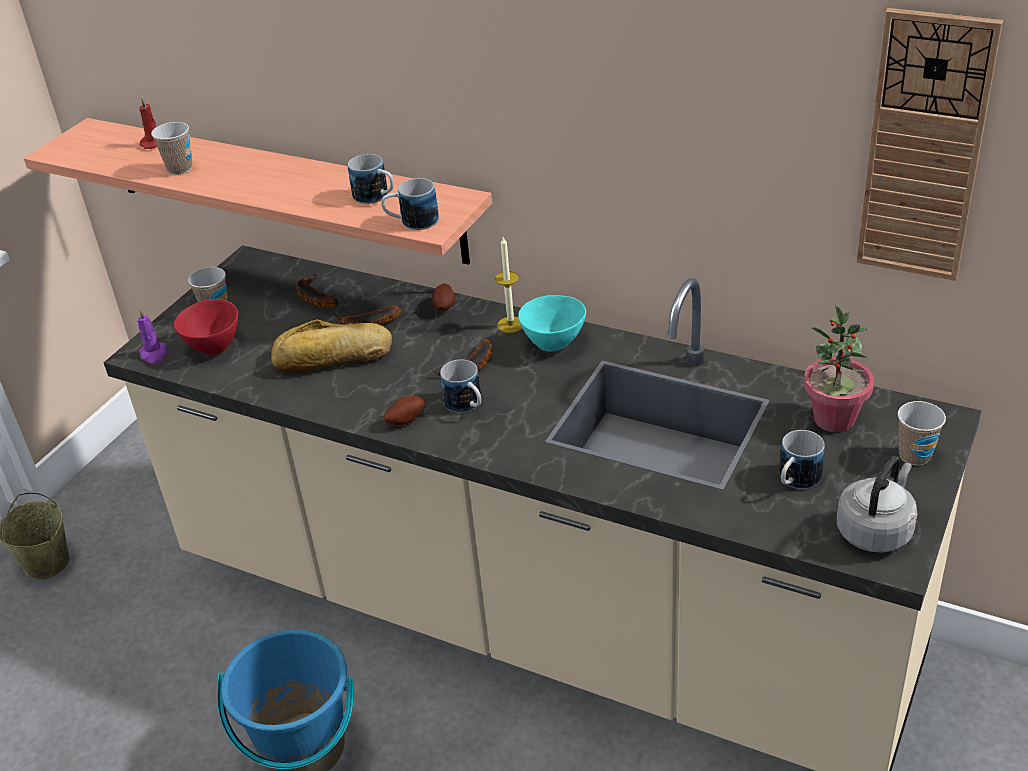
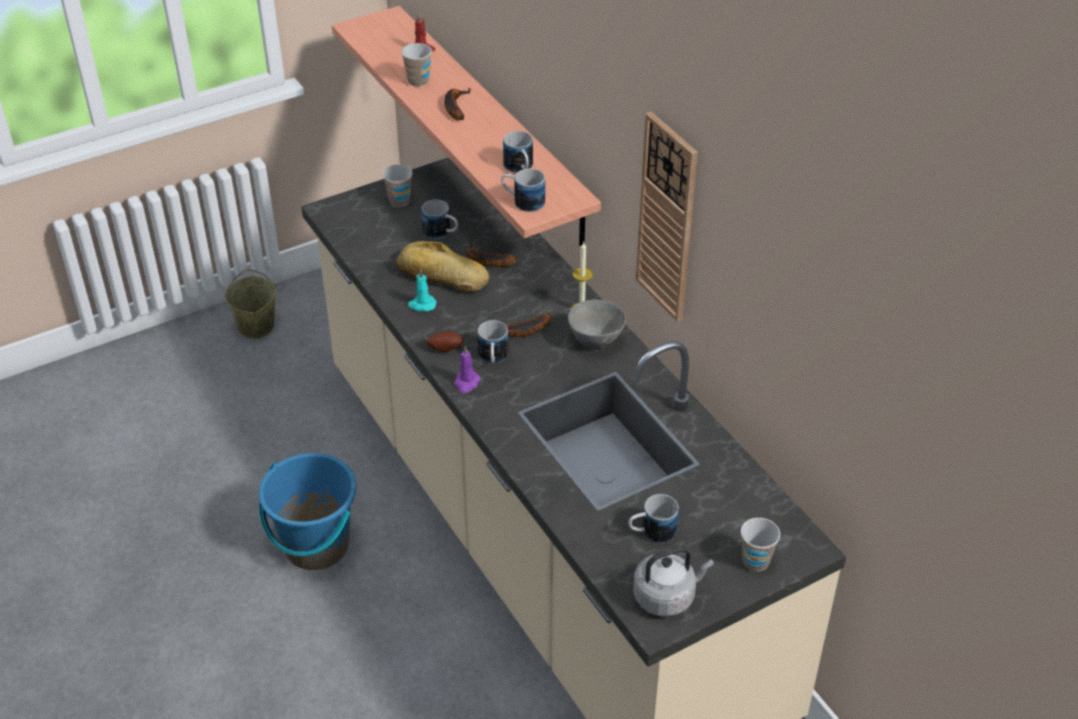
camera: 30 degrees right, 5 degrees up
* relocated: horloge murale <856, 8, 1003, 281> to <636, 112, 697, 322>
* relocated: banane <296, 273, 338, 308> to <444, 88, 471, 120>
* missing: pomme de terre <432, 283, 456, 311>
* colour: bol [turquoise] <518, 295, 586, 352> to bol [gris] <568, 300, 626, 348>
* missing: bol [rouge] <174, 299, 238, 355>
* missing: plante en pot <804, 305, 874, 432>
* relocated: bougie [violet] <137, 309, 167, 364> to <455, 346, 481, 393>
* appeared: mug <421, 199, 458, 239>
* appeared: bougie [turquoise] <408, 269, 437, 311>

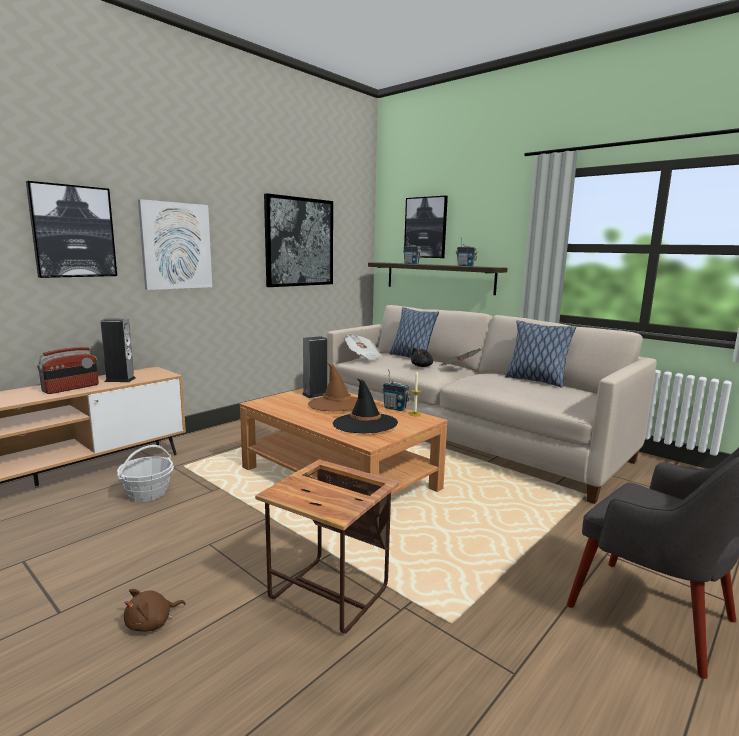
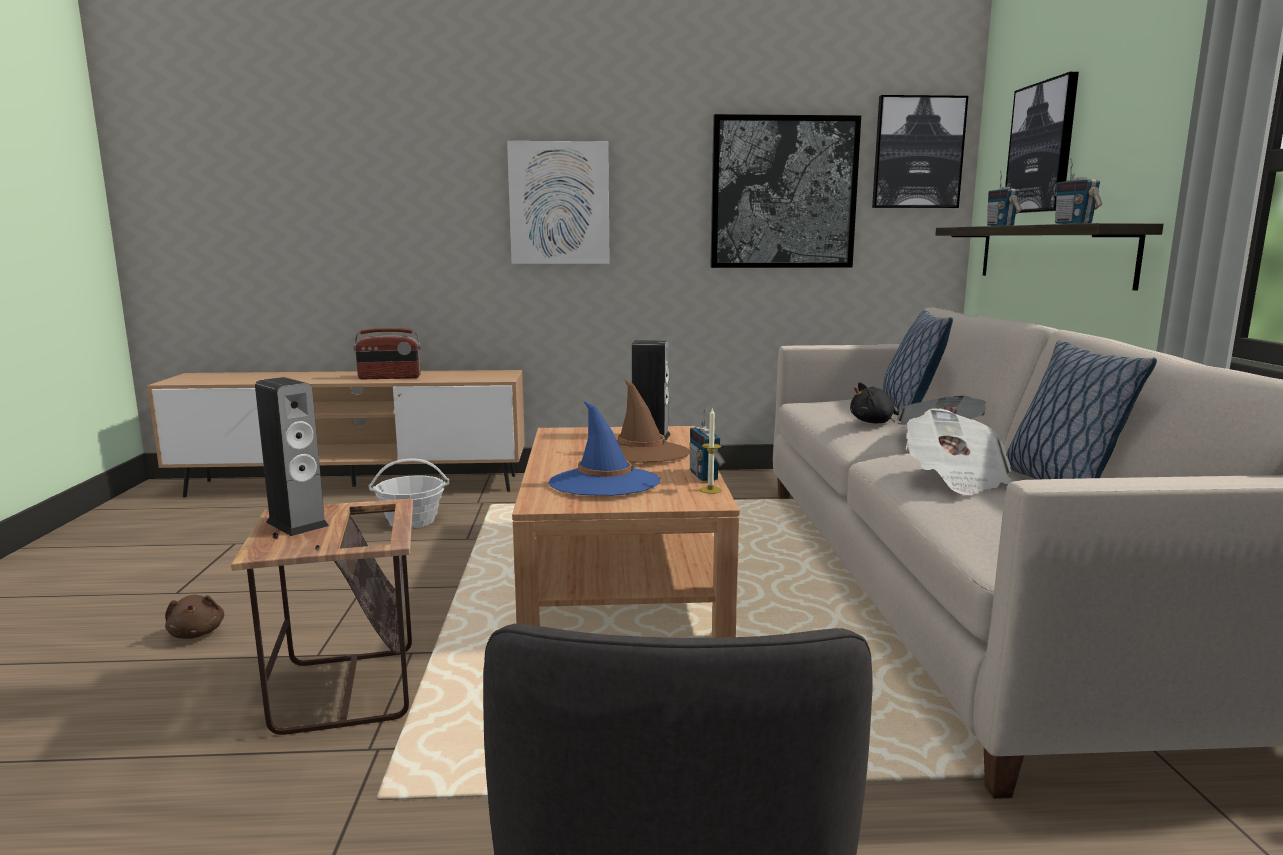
camera: 45 degrees right, 0 degrees up
* relocated: tableau <26, 181, 117, 278> to <872, 95, 968, 208>
* relocated: enceinte <101, 318, 136, 382> to <255, 377, 329, 536>
* relocated: journal <345, 334, 382, 361> to <906, 408, 1013, 495>
* colour: chapeau [noir] <333, 379, 398, 434> to chapeau [bleu] <549, 401, 660, 496>
* spun: peluche [marron] <124, 589, 186, 632> = <165, 595, 224, 639> 120 degrees counterclockwise

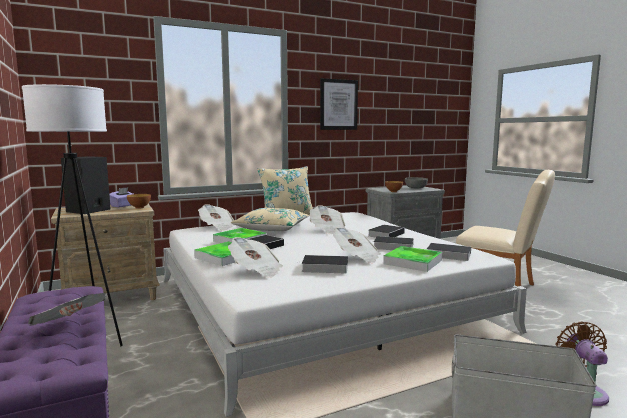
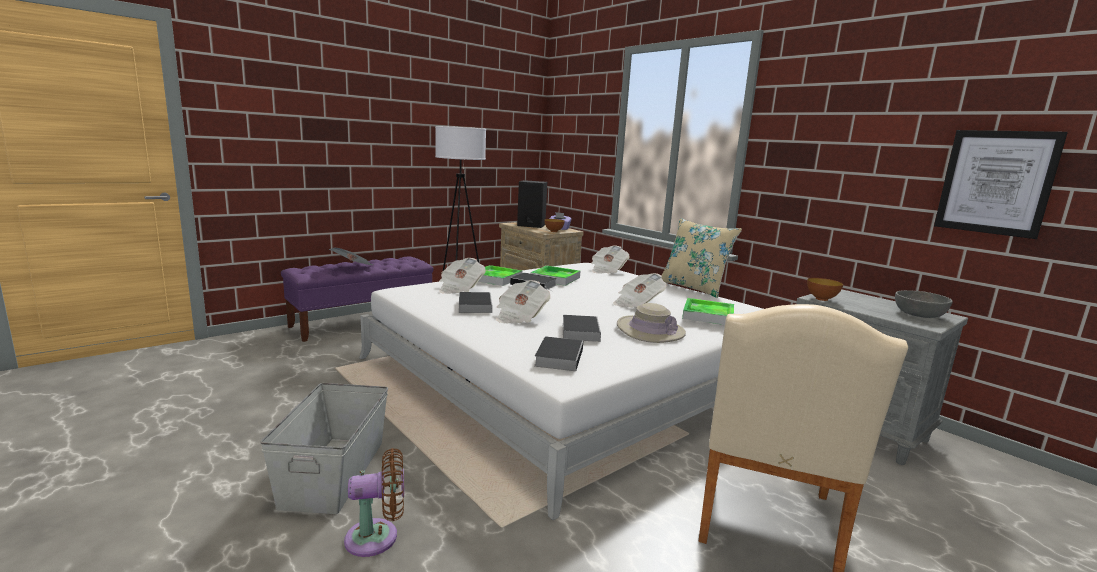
camera: 75 degrees right, 5 degrees up
* relocated: tableau <320, 78, 358, 130> to <934, 130, 1068, 239>
* missing: coussin [beige] <231, 208, 309, 231>
* exchanged: livre <369, 225, 405, 238> to chapeau [beige] <617, 303, 686, 343>
* relocated: plateau <383, 246, 442, 272> to <682, 298, 734, 325>

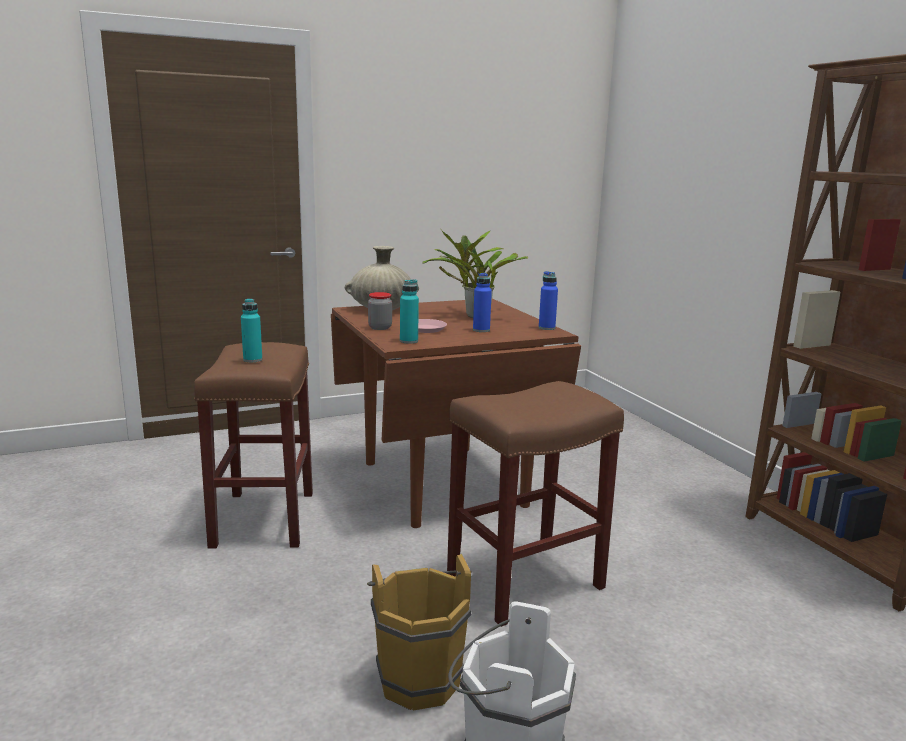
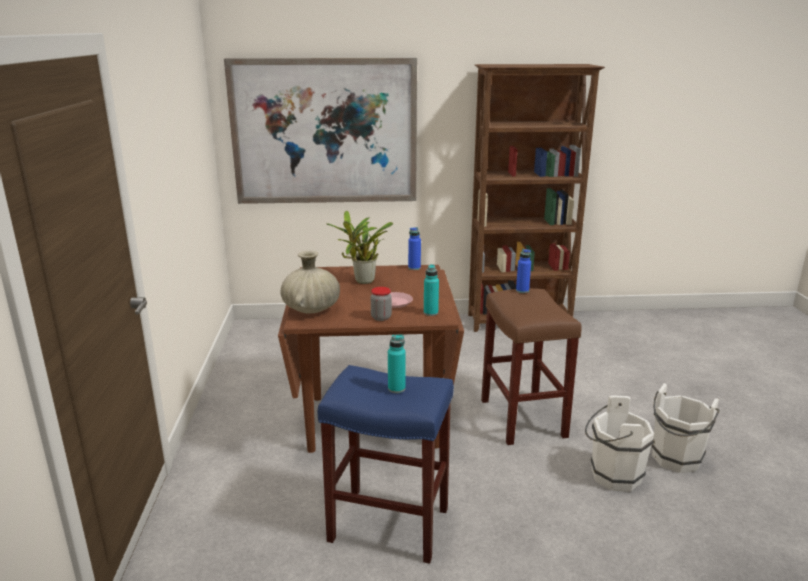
camera: 70 degrees left, 5 degrees up
* relocated: bouteille [bleu] <473, 273, 492, 332> to <516, 249, 531, 293>
* colour: tabouret [marron] <194, 342, 313, 549> to tabouret [bleu] <318, 365, 454, 564>
* colour: seau [marron] <367, 554, 472, 711> to seau [blanc] <585, 395, 655, 492>
* appeared: tableau <224, 58, 417, 204>

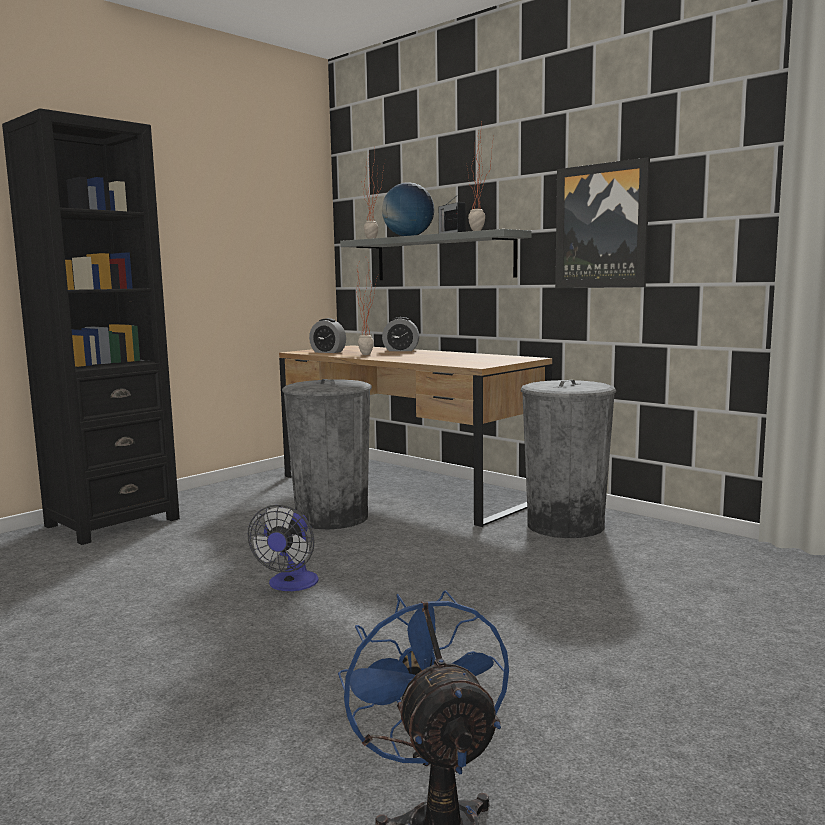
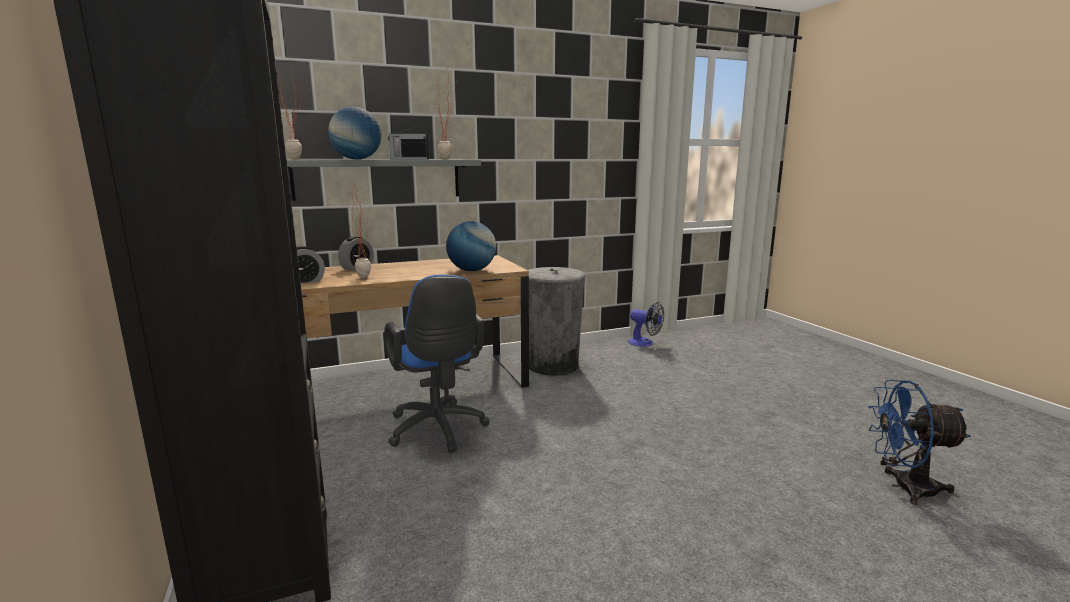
camera: 65 degrees left, 5 degrees up
* missing: tableau <555, 157, 650, 288>
* exchanged: poubelle [gris] <282, 379, 372, 530> to chaise de bureau [bleu] <384, 274, 489, 452>
* relocated: ventilateur <248, 505, 319, 591> to <628, 302, 664, 347>
* appeared: globe <446, 221, 496, 271>

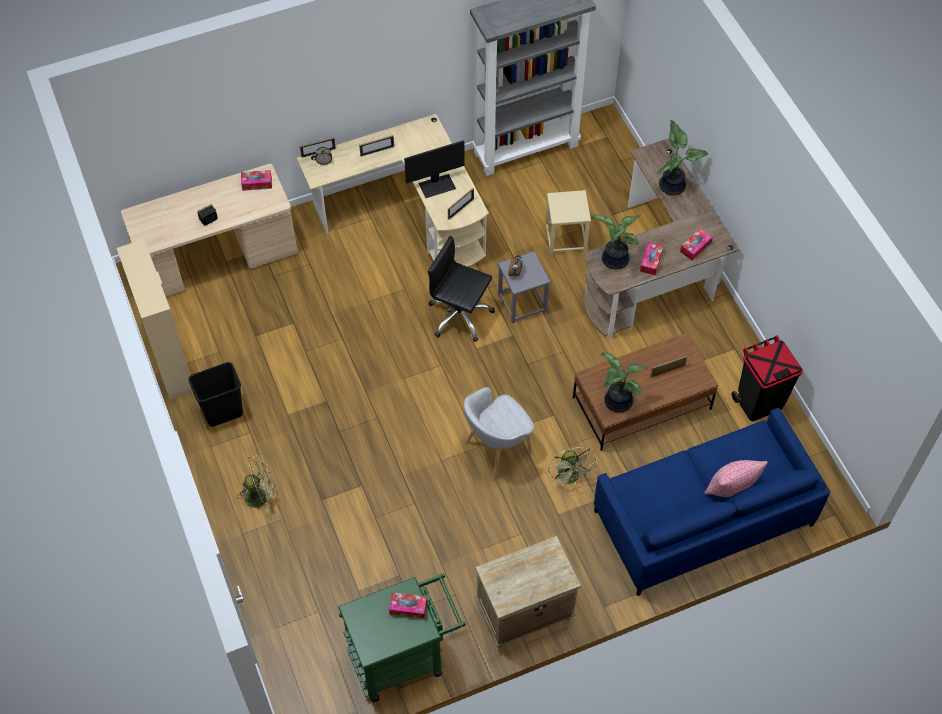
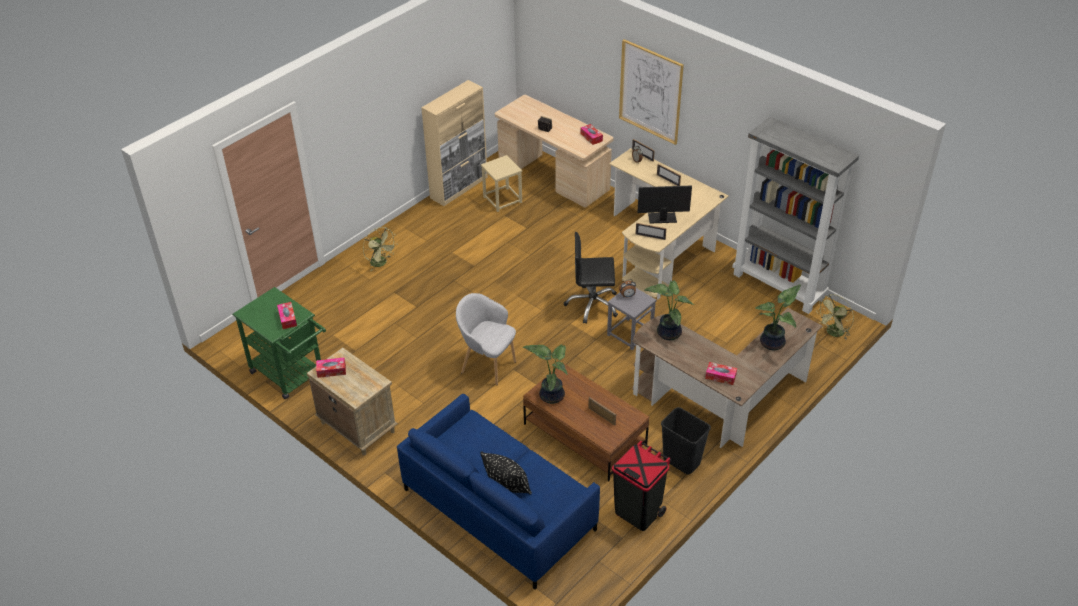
camera: 65 degrees right, 15 degrees down
* spun: écran d'ordinateur <404, 140, 465, 198> = <638, 185, 692, 224> 135 degrees clockwise
* relocated: tabouret [beige] <545, 190, 591, 254> to <481, 155, 522, 212>
* spun: chaise de bureau [noir] <428, 236, 495, 342> = <564, 232, 618, 324> 90 degrees counterclockwise
* relocated: boîte à mouchoirs <640, 242, 663, 275> to <316, 358, 346, 378>
* relocated: poubelle [noir] <189, 362, 243, 427> to <661, 407, 711, 474>
* relocated: ventilateur [vert] <548, 447, 597, 487> to <816, 294, 854, 340>
* colour: coussin [rose] <704, 460, 768, 497> to coussin [noir] <480, 451, 532, 495>
* appeared: tableau <619, 39, 684, 145>

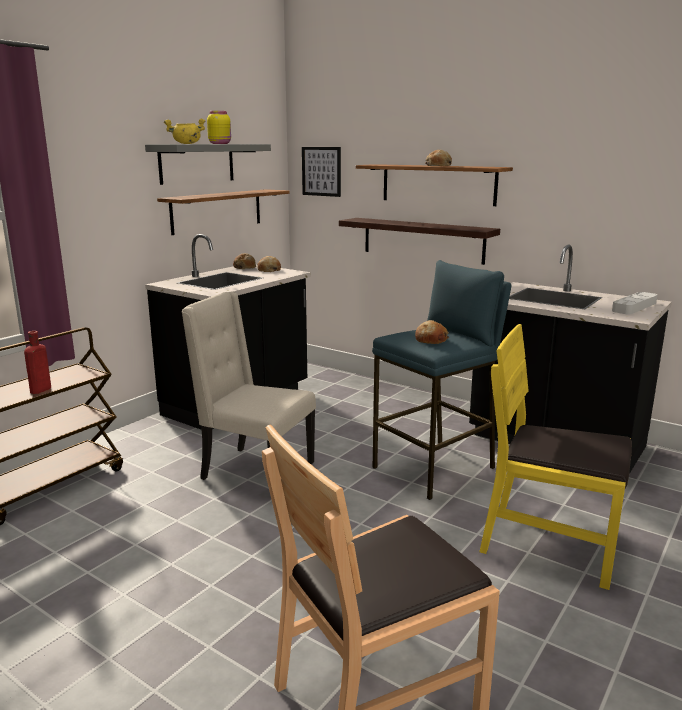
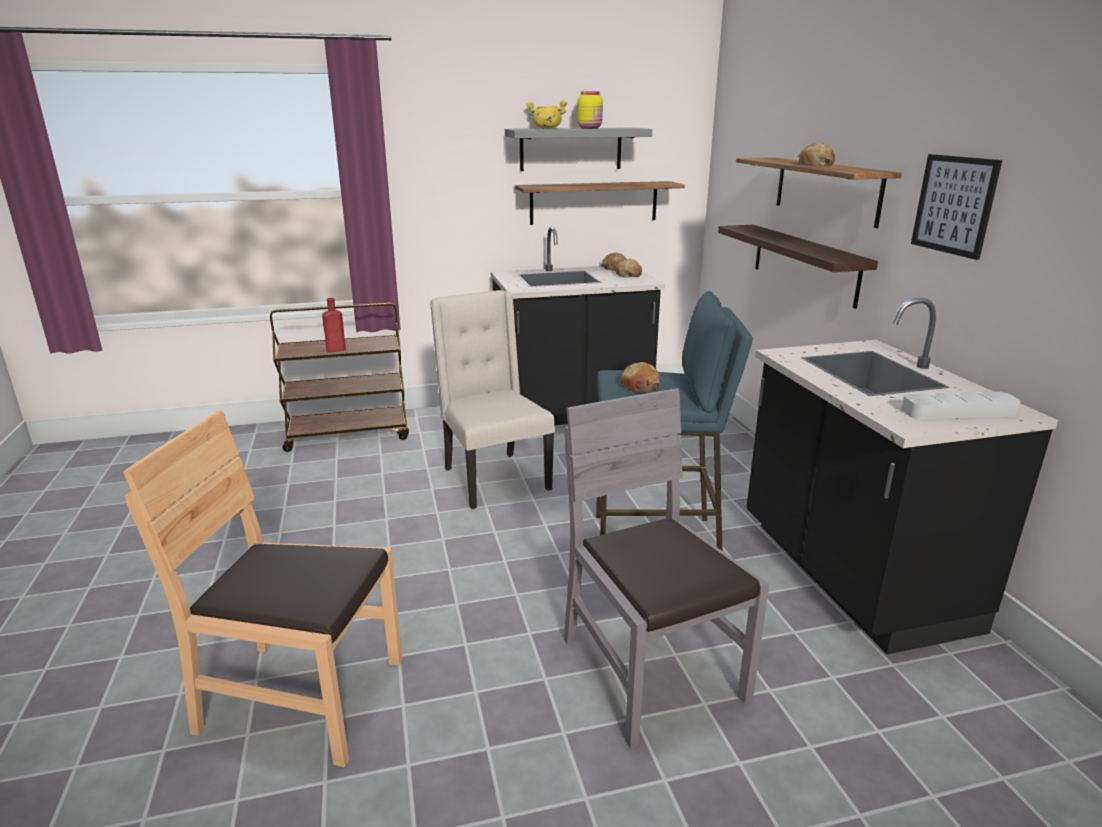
camera: 40 degrees right, 5 degrees up
* relocated: tableau <302, 147, 341, 197> to <911, 154, 1002, 260>
* colour: chaise [jaune] <479, 324, 632, 590> to chaise [gris] <564, 388, 769, 749>

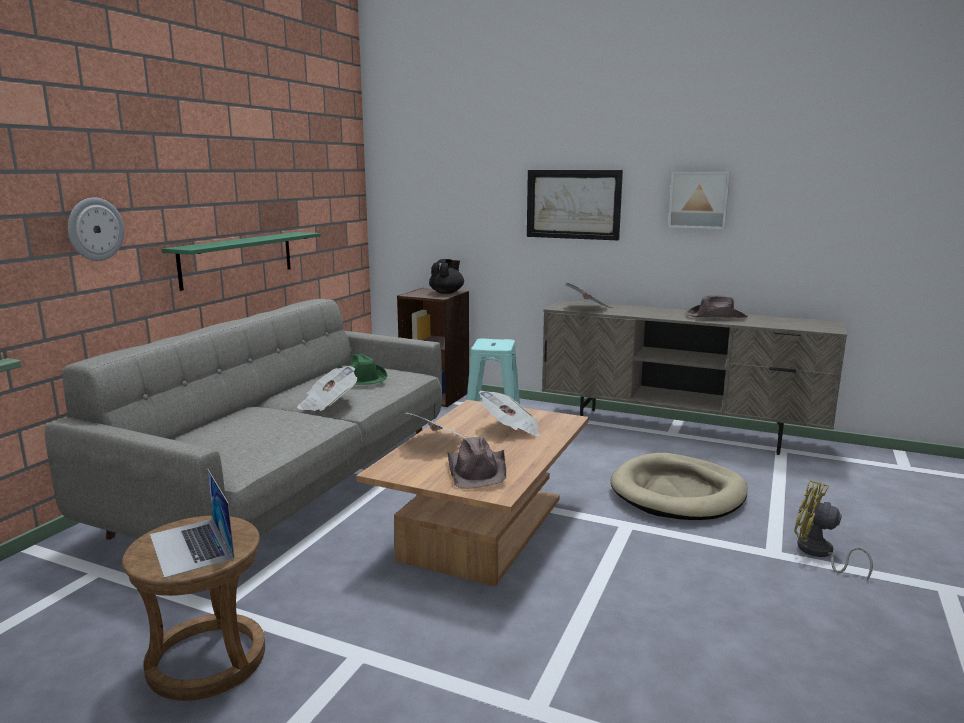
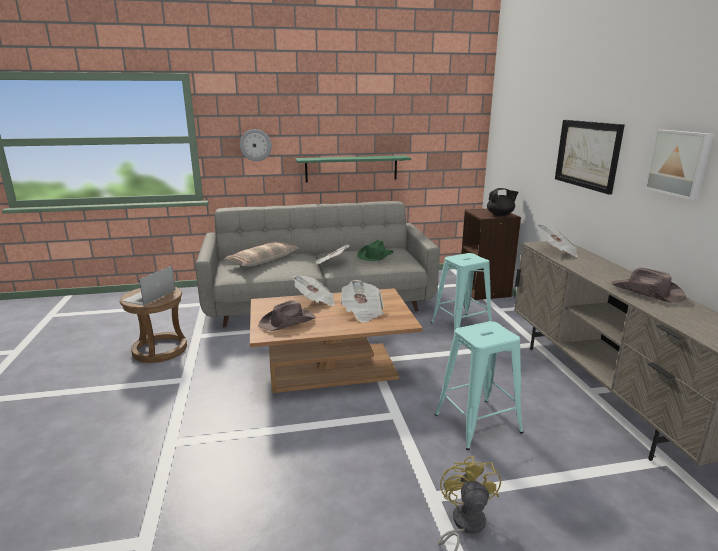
camera: 55 degrees right, 5 degrees up
* exchanged: panier pour chien [beige] <611, 453, 748, 520> to tabouret [turquoise] <435, 321, 523, 450>
* appeared: coussin <225, 242, 299, 267>

